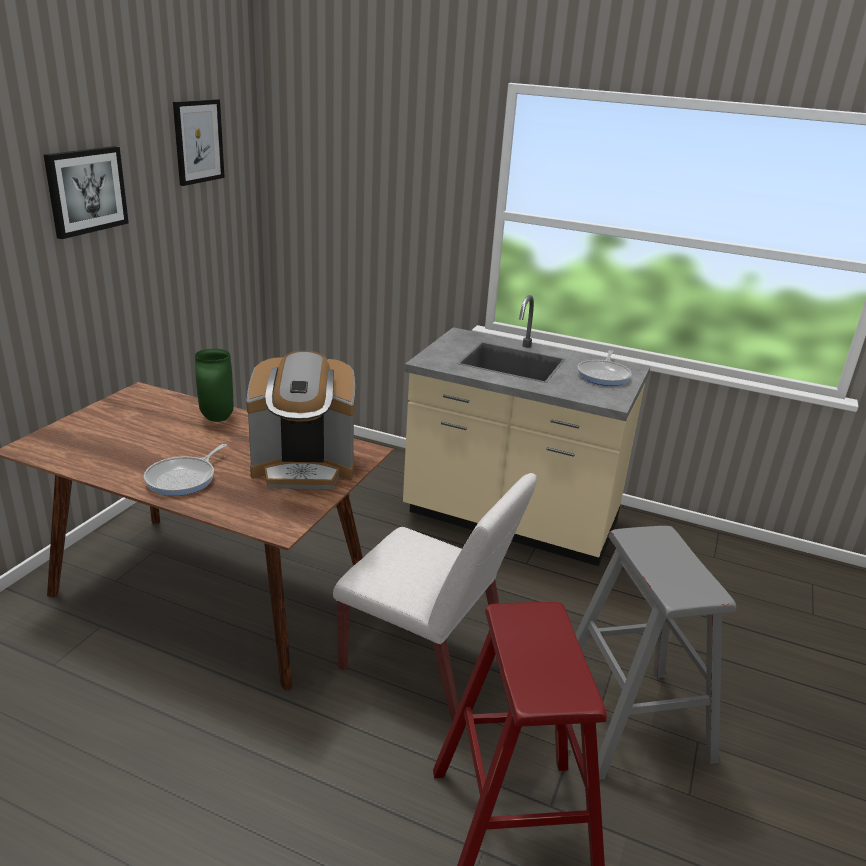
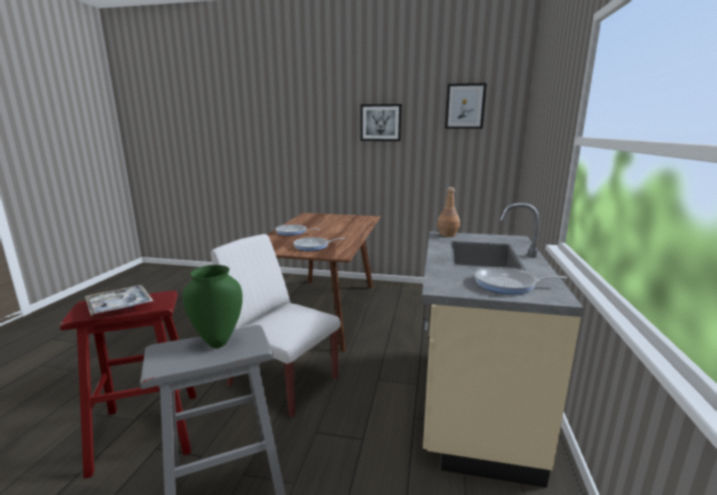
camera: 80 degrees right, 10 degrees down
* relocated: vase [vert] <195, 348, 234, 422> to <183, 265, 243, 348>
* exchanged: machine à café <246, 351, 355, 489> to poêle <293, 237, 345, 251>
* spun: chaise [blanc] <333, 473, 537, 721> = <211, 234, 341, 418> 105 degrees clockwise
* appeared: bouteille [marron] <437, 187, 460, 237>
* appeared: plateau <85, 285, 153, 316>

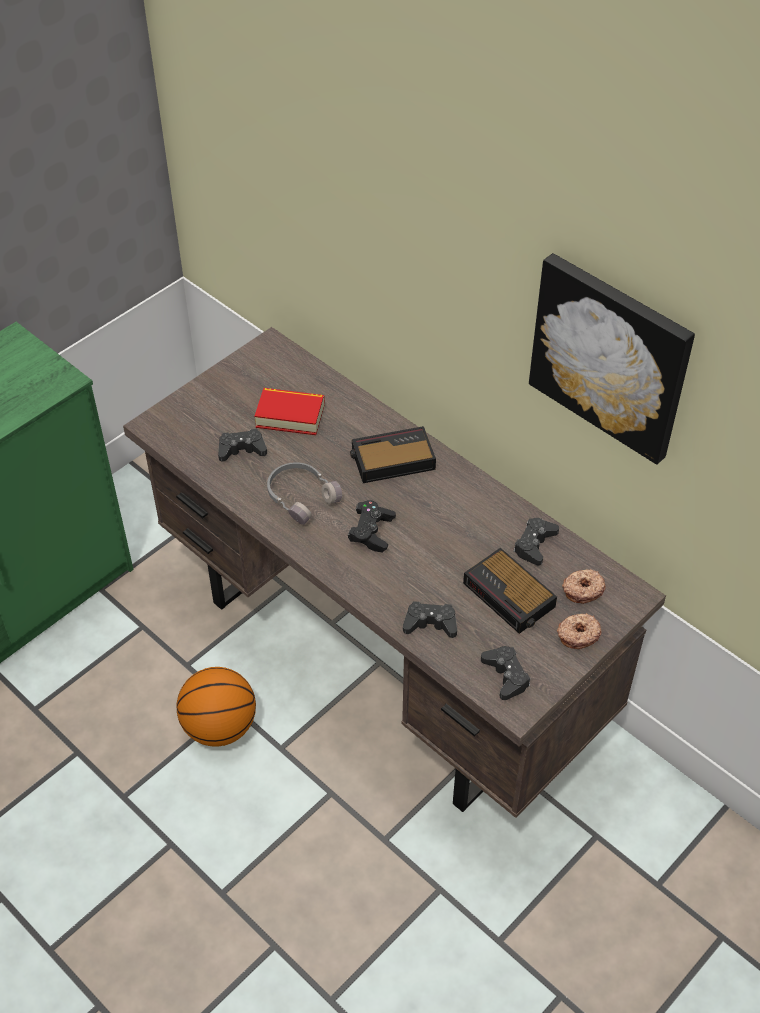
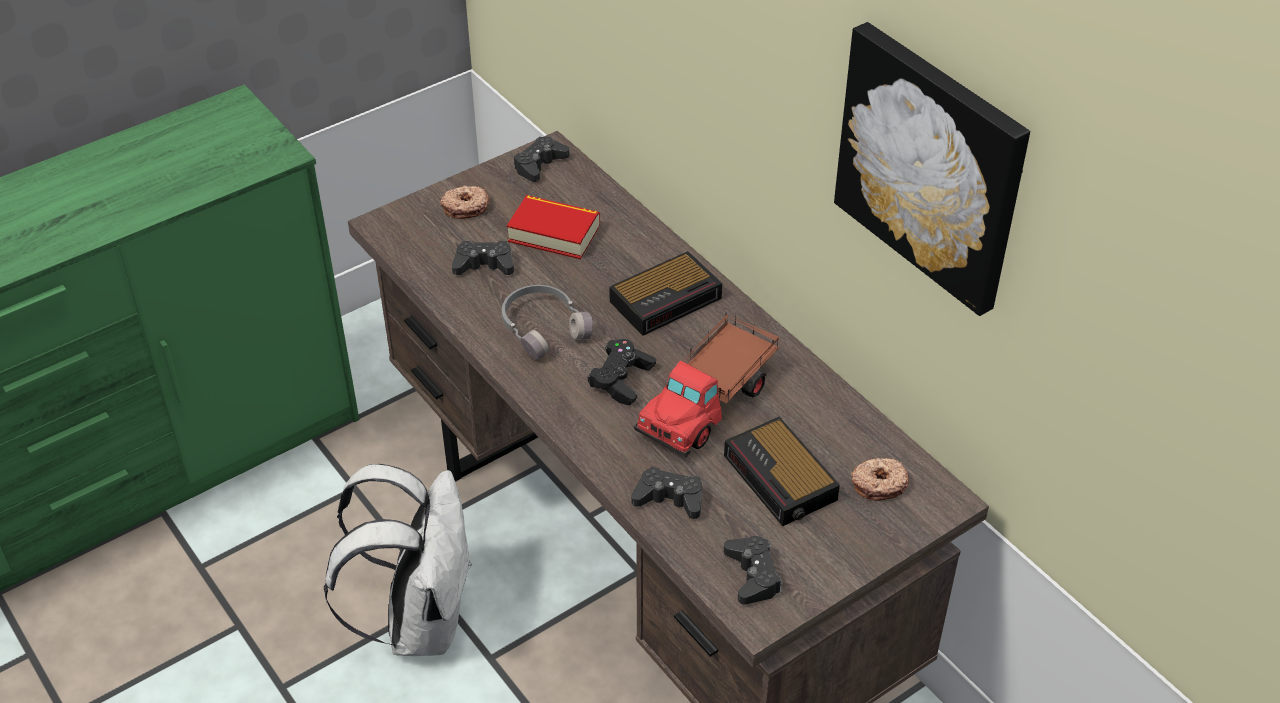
camera: 10 degrees right, 5 degrees down
* spun: réveil <350, 426, 436, 483> = <609, 251, 722, 336> 150 degrees clockwise
* relocated: manette [noir] <513, 518, 559, 565> to <514, 137, 570, 182>
* relocated: beignet <557, 613, 602, 649> to <440, 185, 489, 219>
* exchanged: ballon de basket <177, 667, 256, 747> to sac à dos [blanc] <324, 464, 472, 656>
* appeared: camion jouet <633, 312, 780, 458>

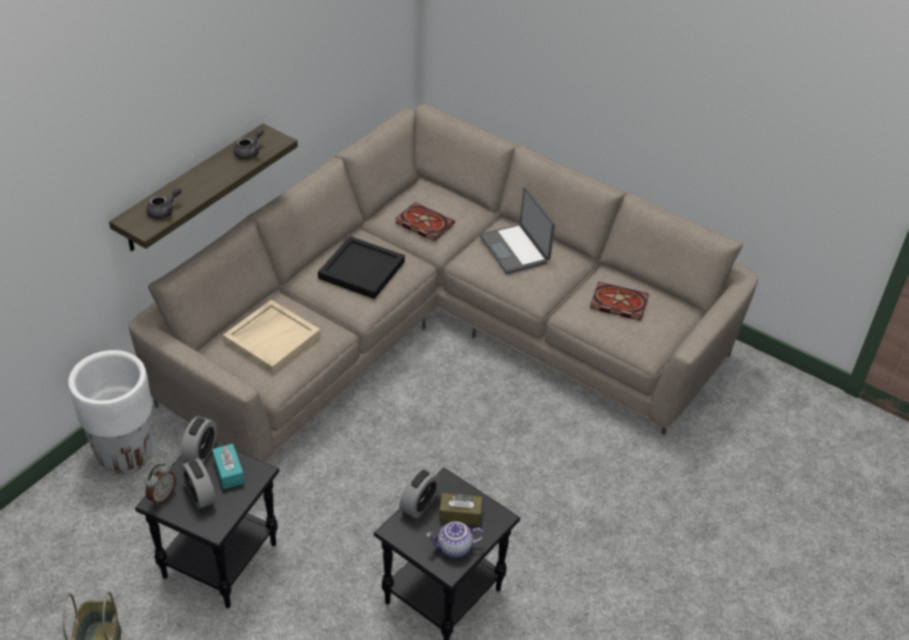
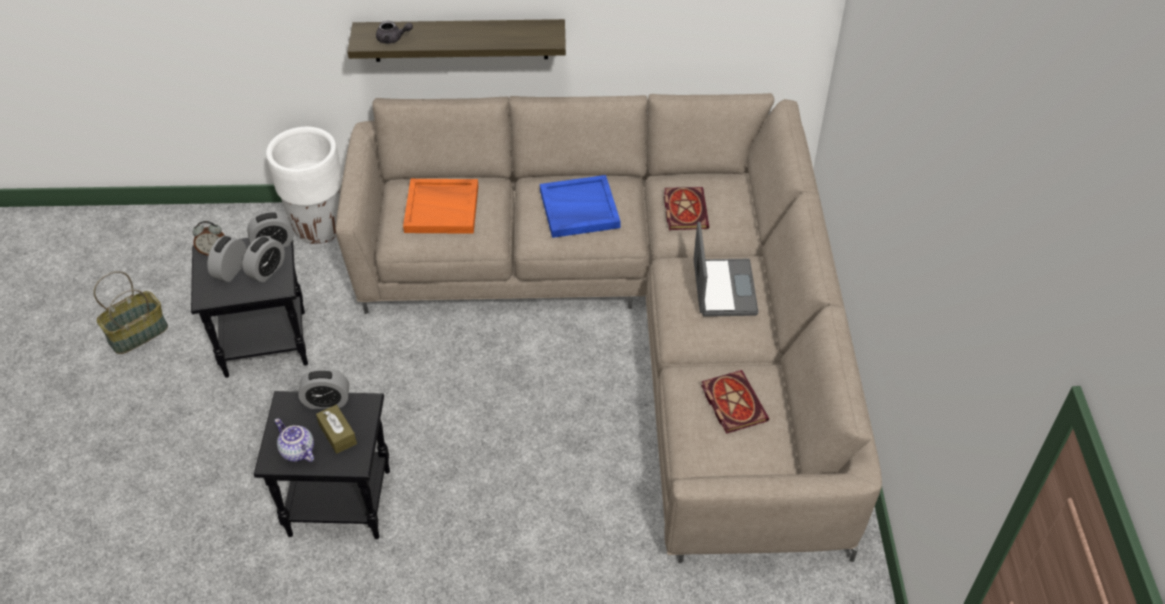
camera: 55 degrees right, 5 degrees up
* missing: théière [gris] <234, 128, 264, 159>
* spun: ordinateur portable <480, 187, 555, 274> = <693, 222, 759, 317> 150 degrees clockwise
* colour: plateau [noir] <318, 236, 405, 299> to plateau [bleu] <540, 175, 621, 238>
* colour: plateau [beige] <223, 300, 321, 373> to plateau [orange] <403, 179, 478, 234>
* exchanged: boîte à mouchoirs [turquoise] <212, 444, 244, 489> to réveil <243, 236, 285, 282>

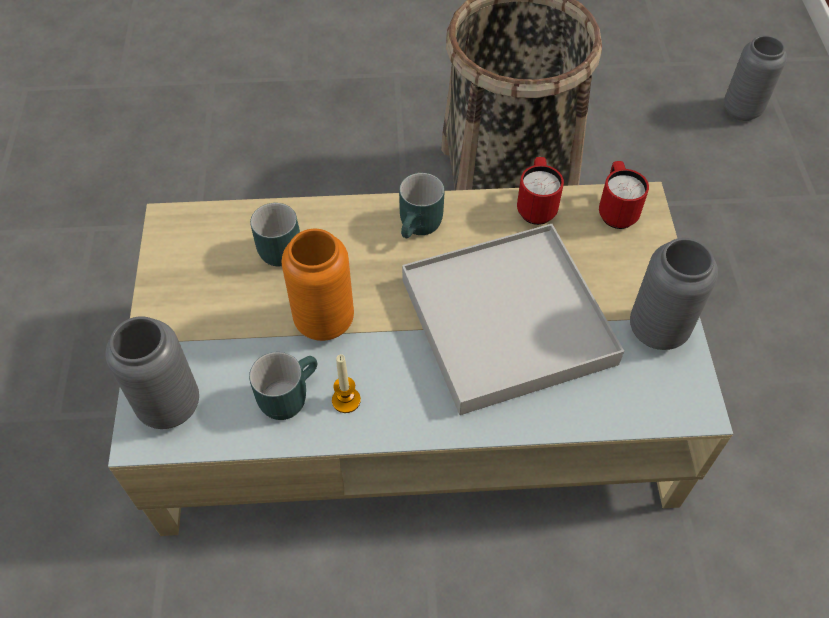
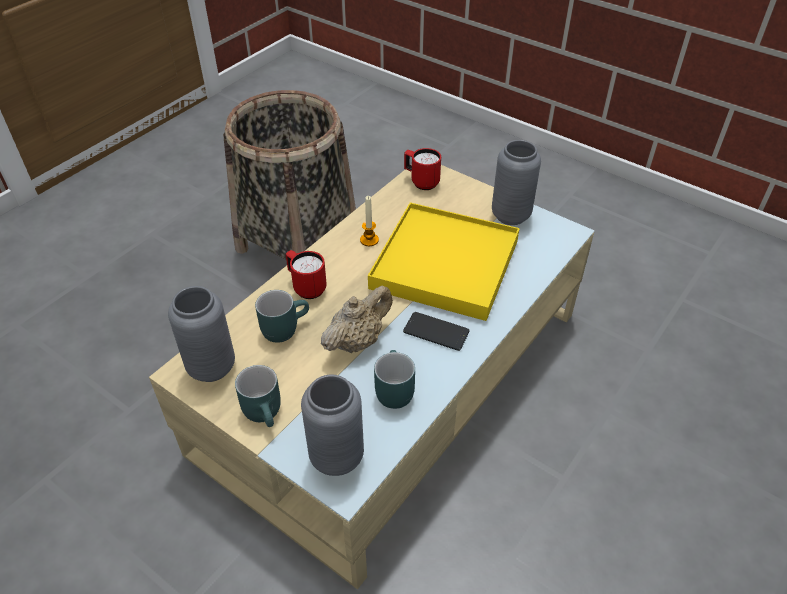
camera: 50 degrees left, 10 degrees down
* relocated: vase [gris] <724, 35, 787, 121> to <168, 286, 235, 382>
* relocated: mug [rouge] <517, 157, 564, 225> to <286, 250, 327, 299>
* relocated: mug [turquoise] <399, 173, 445, 238> to <235, 365, 281, 427>
* colour: plateau [blanc] <402, 224, 624, 415> to plateau [jaune] <368, 202, 520, 321>
* exchanged: vase [orange] <282, 229, 354, 341> to théière [beige] <321, 286, 393, 353>
* relocated: bougie <332, 354, 361, 413> to <360, 196, 379, 246>
* appeared: téléphone <403, 312, 470, 351>

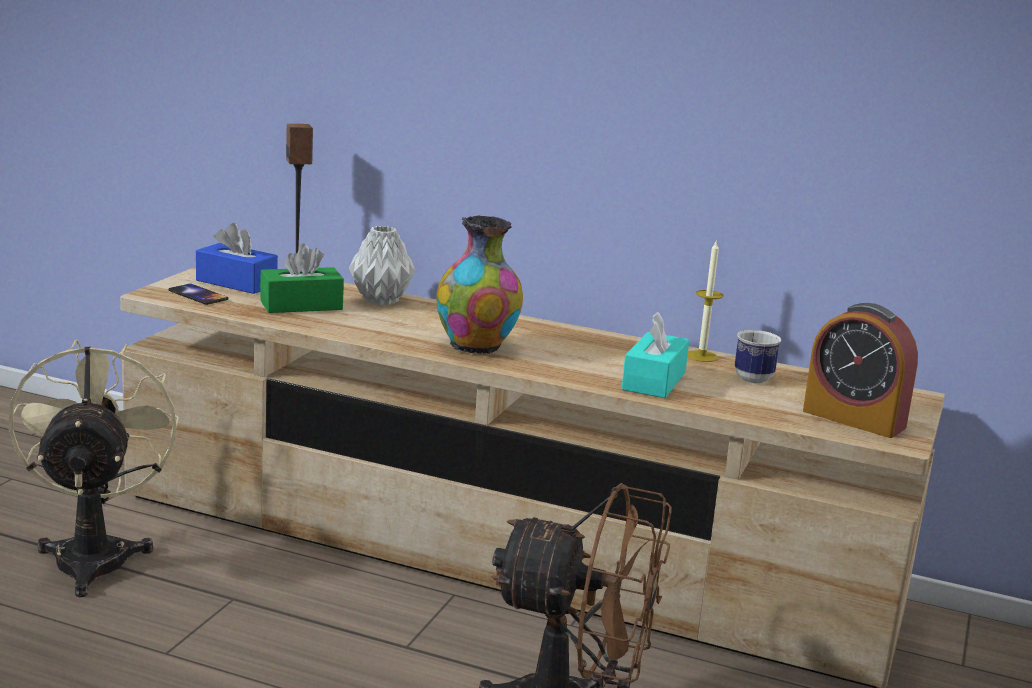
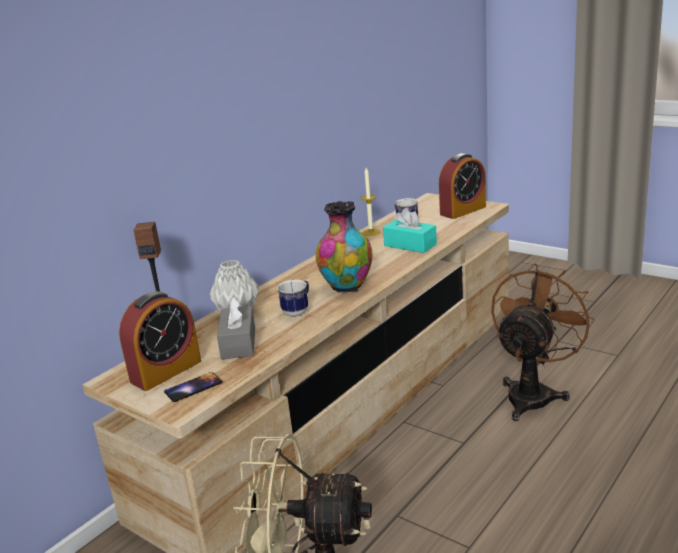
camera: 70 degrees left, 5 degrees up
* exchanged: boîte à mouchoirs [bleu] <196, 223, 278, 294> to réveil <119, 291, 201, 391>
* colour: boîte à mouchoirs [vert] <260, 243, 344, 313> to boîte à mouchoirs [gris] <217, 296, 255, 359>
* appeared: mug <277, 280, 309, 317>

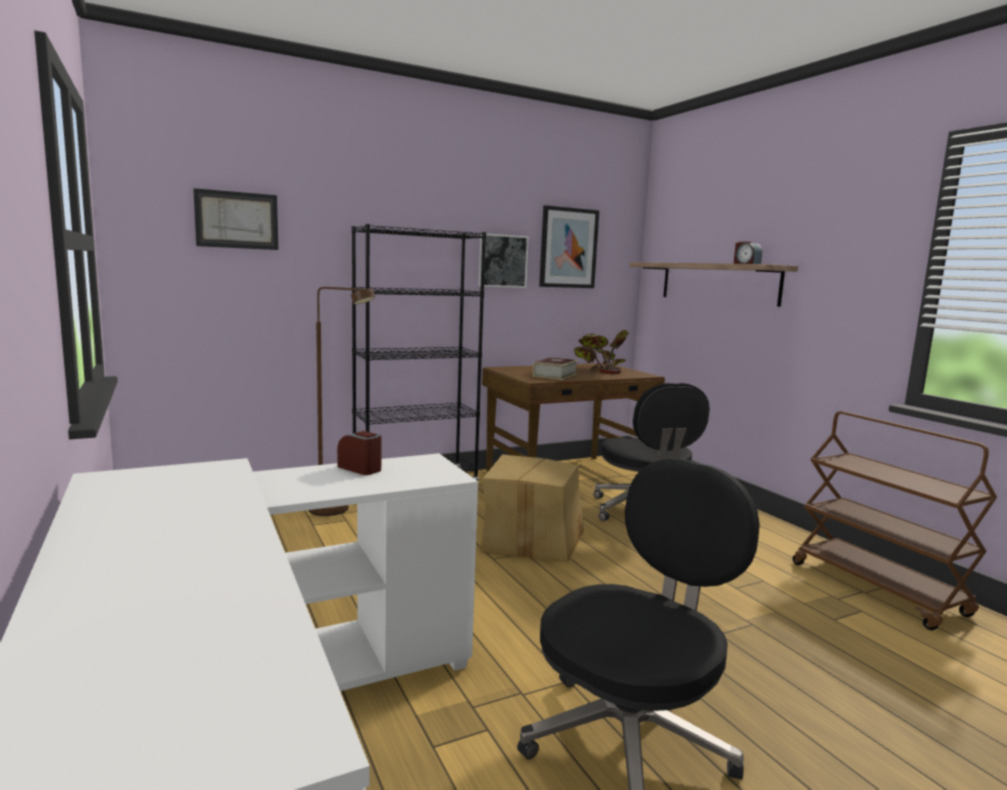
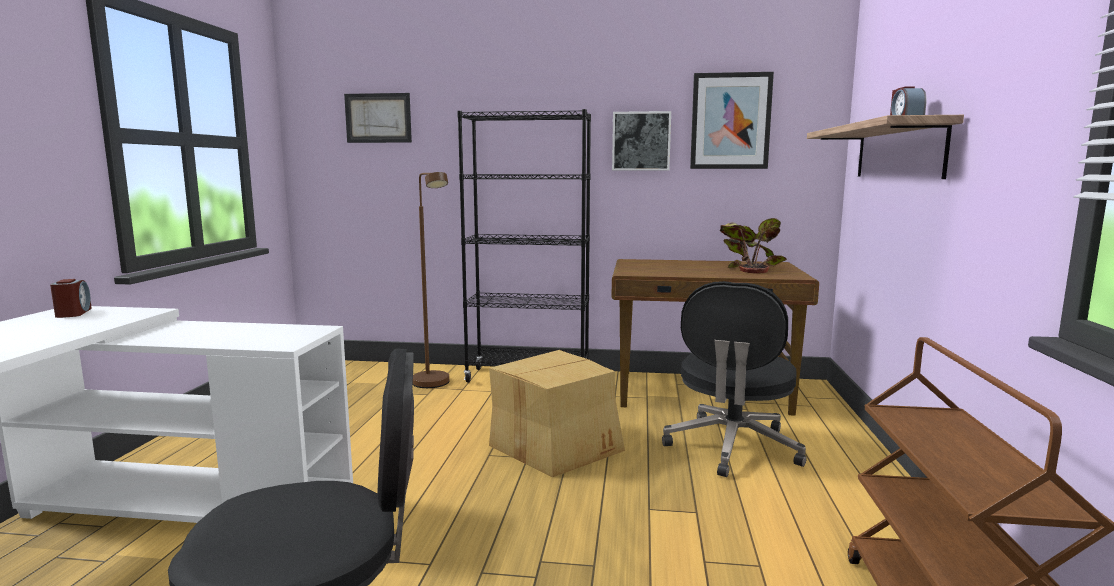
camera: 35 degrees right, 0 degrees up
* missing: livre <533, 357, 578, 380>
* relocated: réveil <337, 431, 382, 475> to <50, 279, 92, 318>

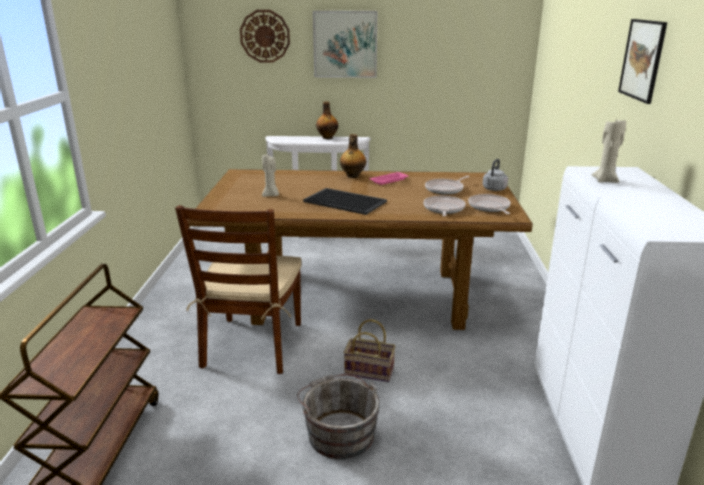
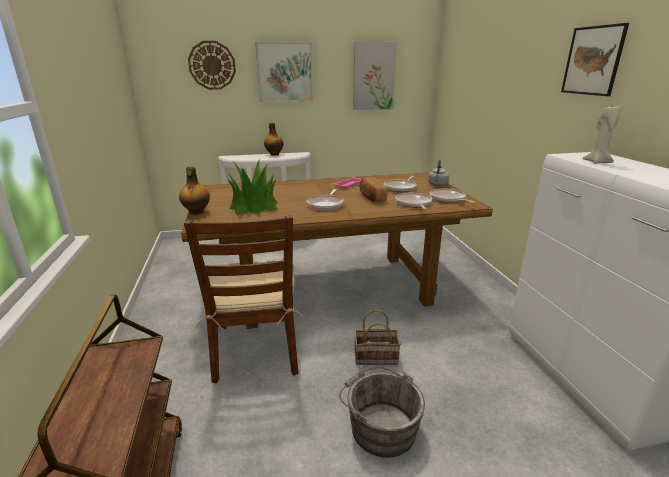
camera: 15 degrees left, 0 degrees up
* relocated: bouteille <340, 134, 366, 178> to <179, 167, 210, 215>
* exchanged: bougie [beige] <262, 154, 279, 197> to plante en pot <227, 160, 278, 215>
* exchanged: plateau <303, 188, 387, 215> to poêle <307, 189, 344, 210>
* appeared: tableau <353, 41, 397, 110>
* appeared: pain <359, 177, 387, 202>

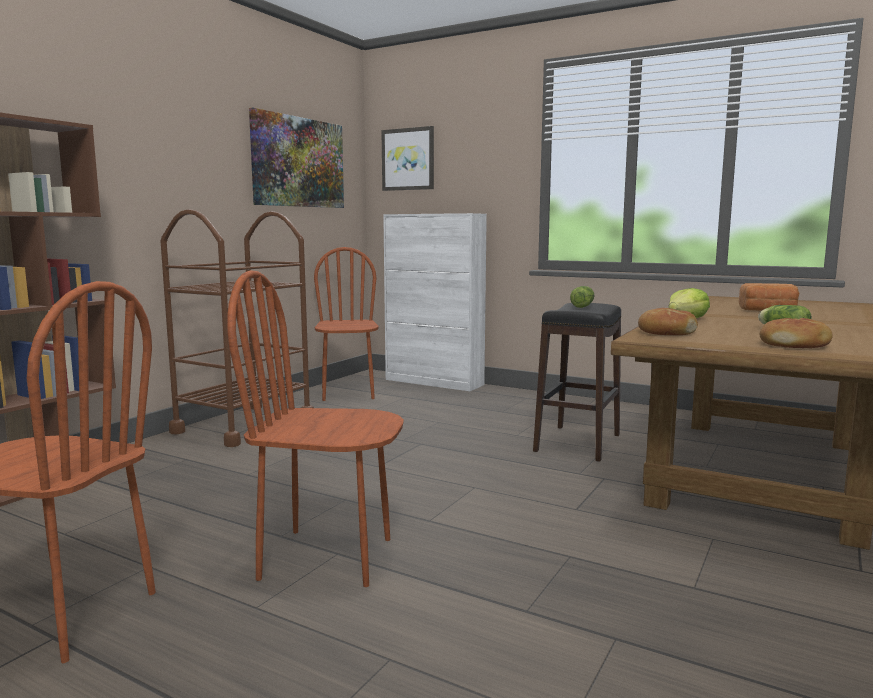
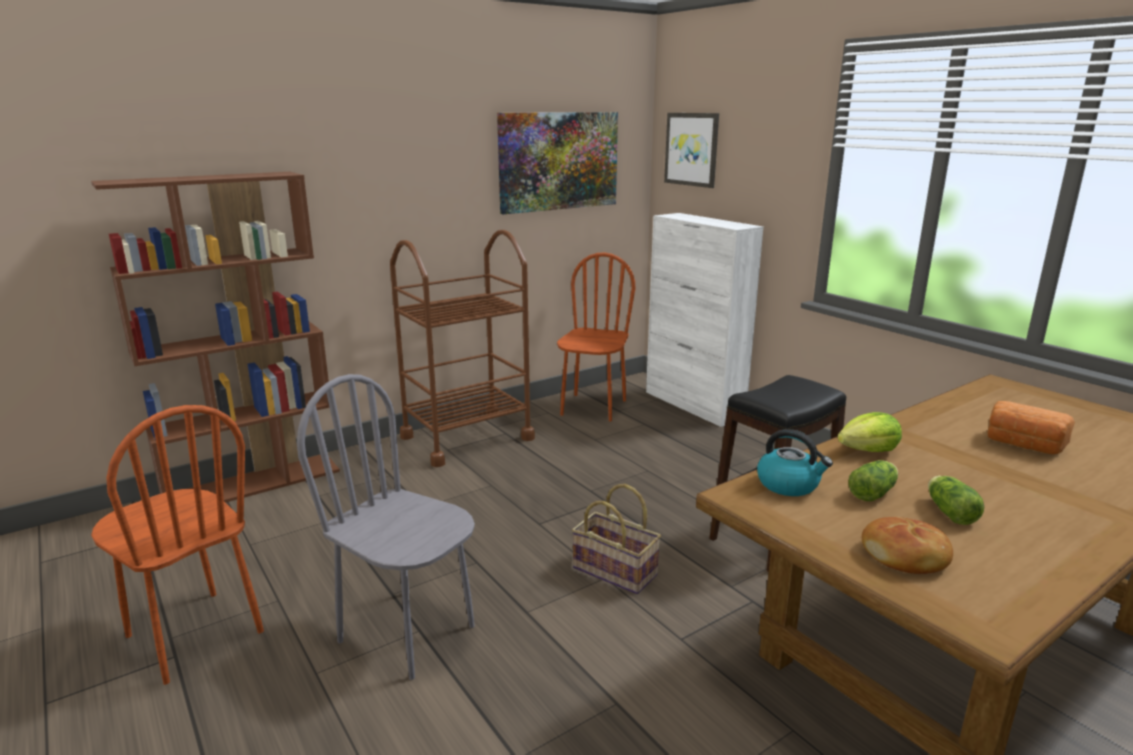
camera: 25 degrees right, 10 degrees up
* colour: chaise [marron] <227, 270, 404, 587> to chaise [gris] <297, 374, 475, 680>
* relocated: laitue <570, 286, 594, 308> to <848, 460, 898, 501>
* exchanged: pain <638, 308, 698, 335> to bouilloire <757, 429, 833, 496>
* appeared: panier <572, 484, 661, 594>

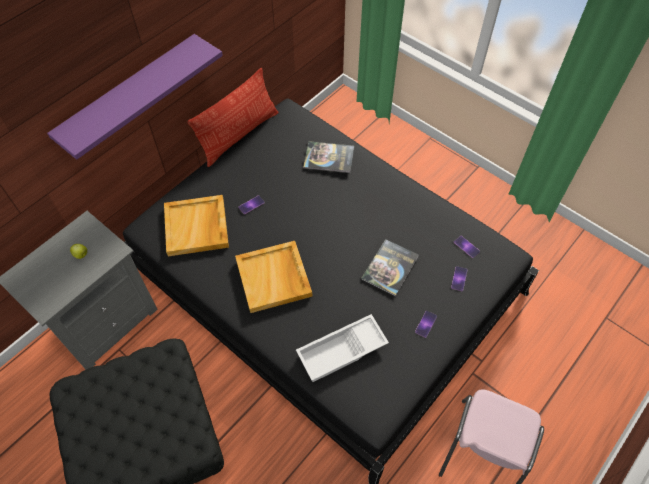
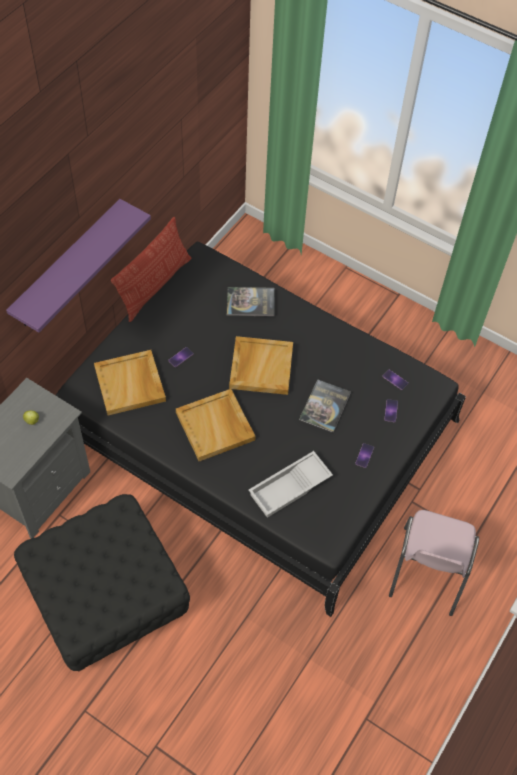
camera: 10 degrees left, 0 degrees up
* appeared: plateau [beige] <229, 336, 293, 395>

